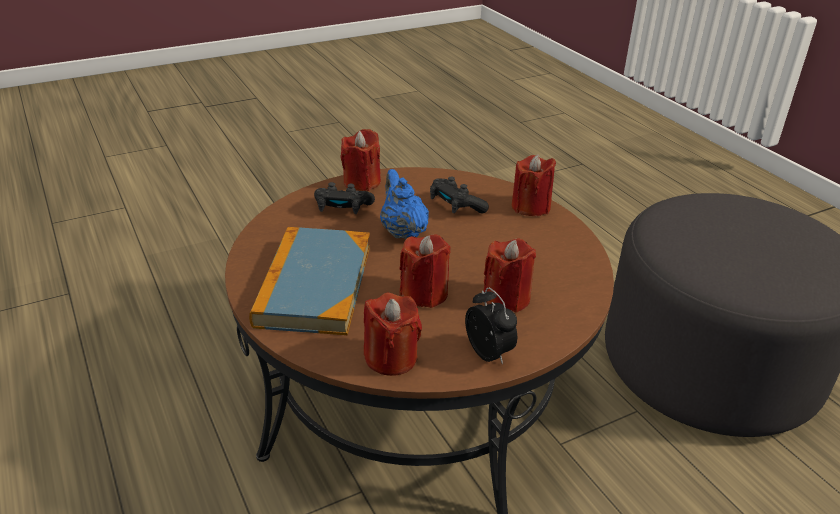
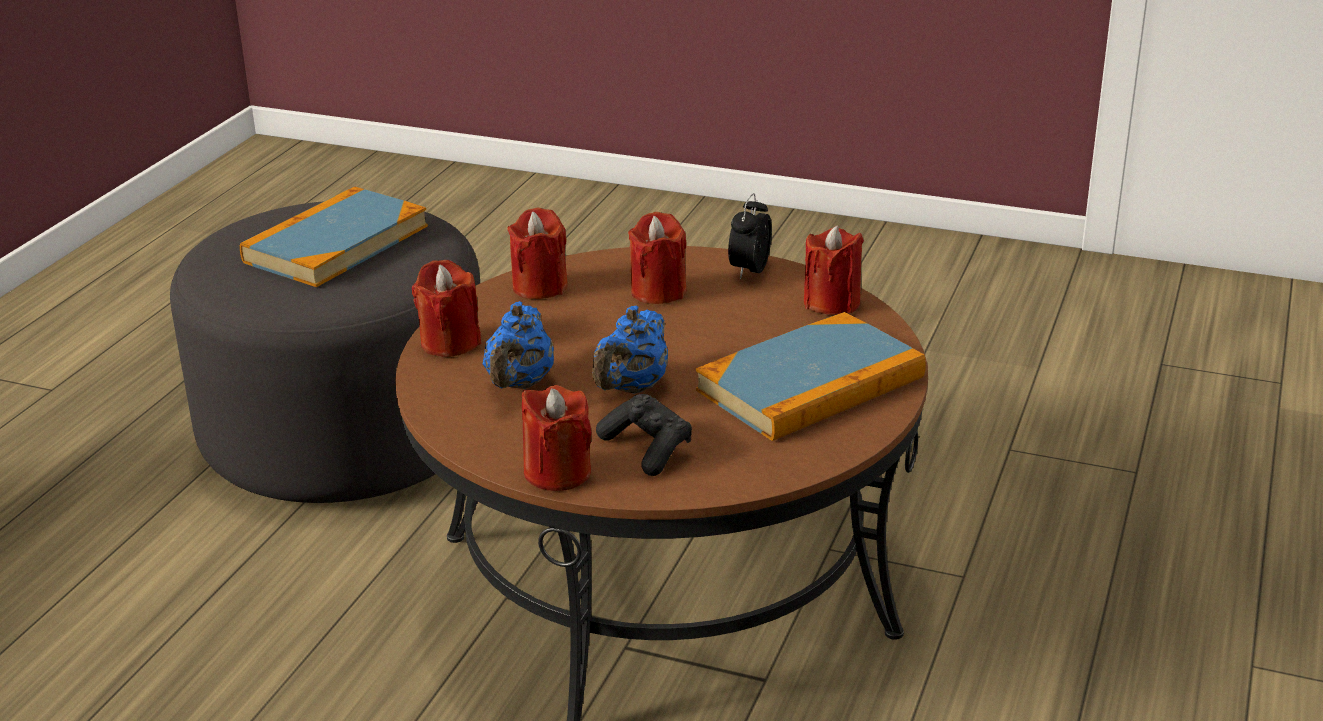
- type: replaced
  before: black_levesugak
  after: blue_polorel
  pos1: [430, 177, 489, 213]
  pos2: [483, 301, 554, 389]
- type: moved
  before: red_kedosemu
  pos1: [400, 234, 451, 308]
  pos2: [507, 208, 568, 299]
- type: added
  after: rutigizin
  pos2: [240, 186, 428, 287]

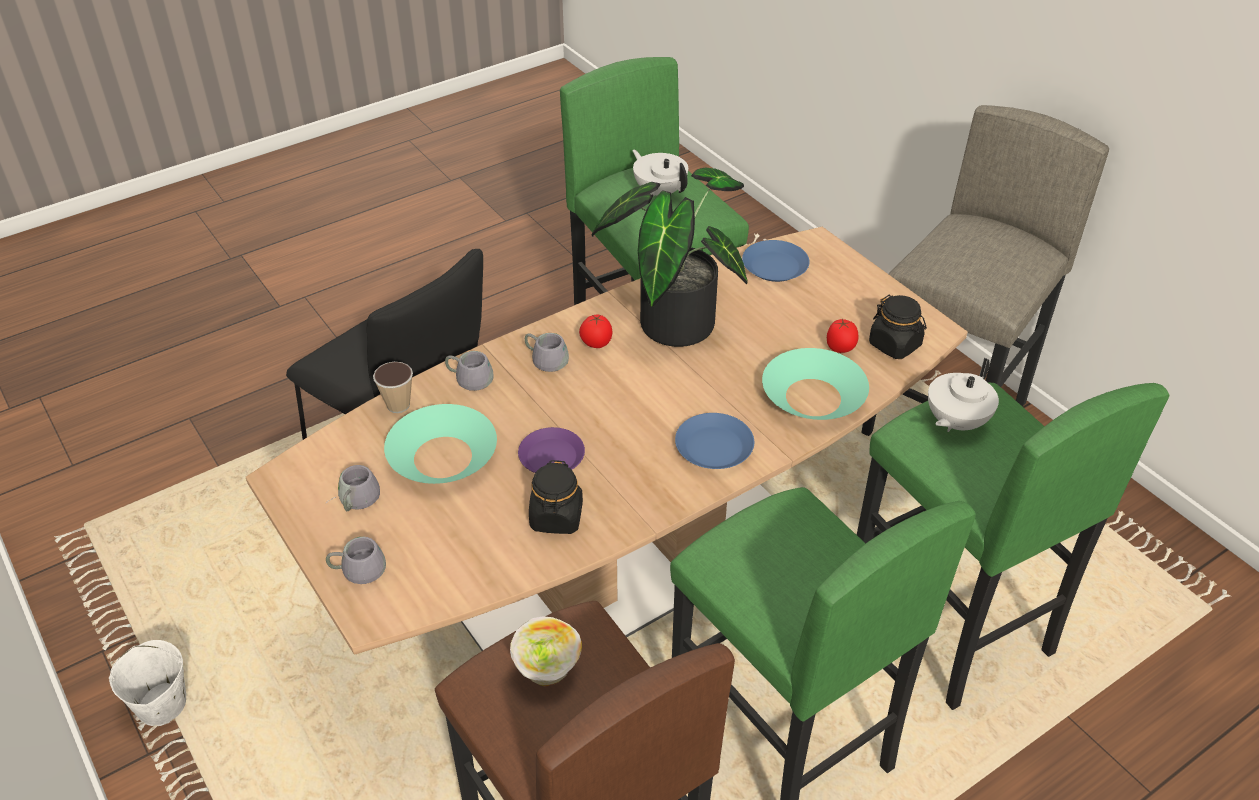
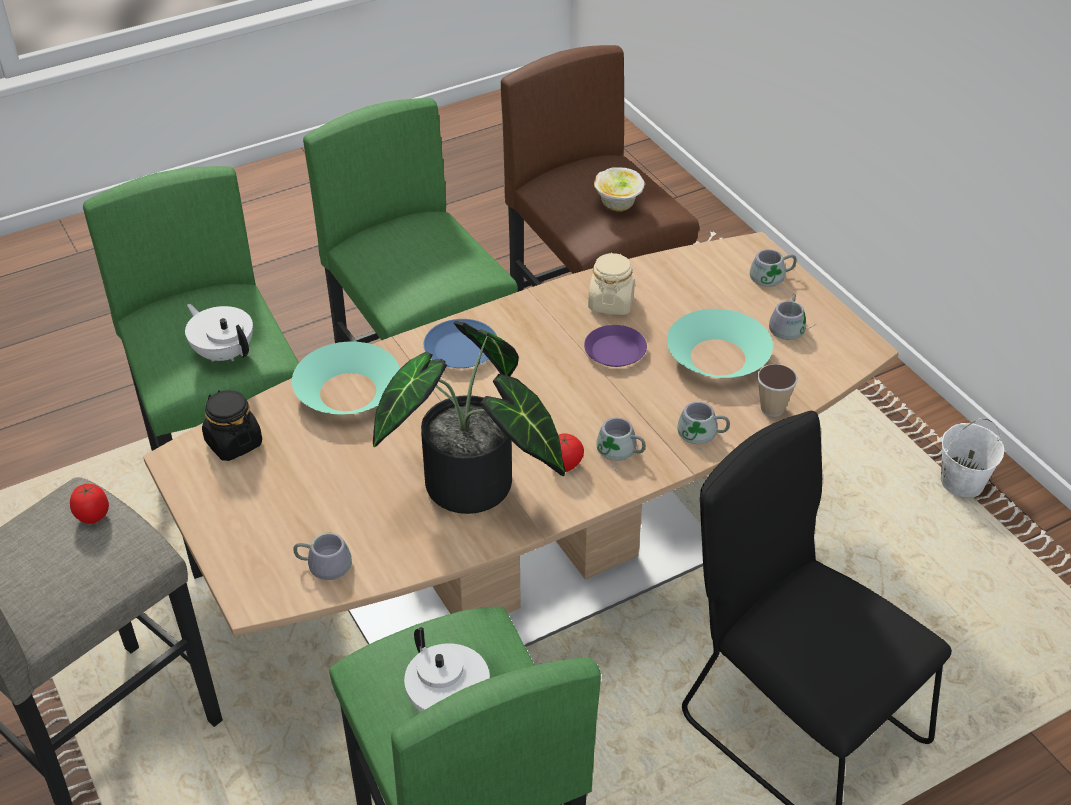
- type: replaced
  before: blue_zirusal
  after: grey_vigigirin
  pos1: [742, 240, 810, 282]
  pos2: [293, 533, 352, 580]
- type: moved
  before: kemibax
  pos1: [827, 319, 858, 353]
  pos2: [70, 484, 109, 524]
- type: turned
  before: white_polorel
  pos1: [928, 358, 999, 432]
  pos2: [185, 304, 253, 362]
  turn: -90
- type: recoloured
  before: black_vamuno
  after: beige_vamuno
  pos1: [529, 460, 583, 534]
  pos2: [588, 252, 635, 315]

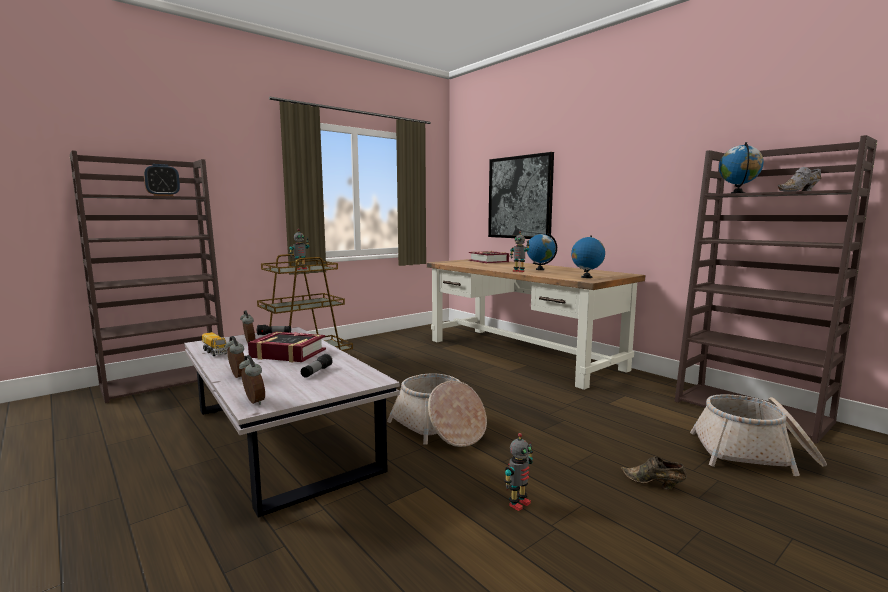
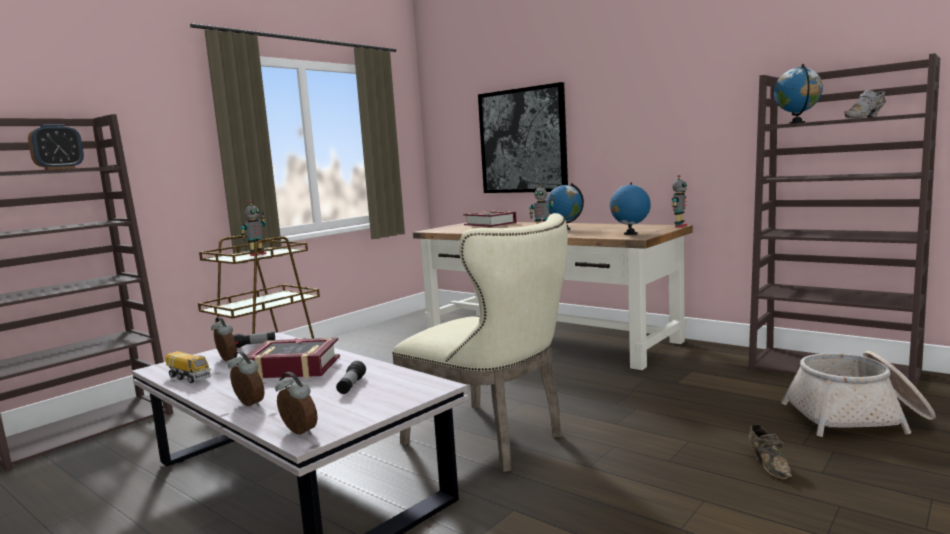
- type: replaced
  before: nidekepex
  after: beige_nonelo
  pos1: [387, 374, 487, 447]
  pos2: [392, 213, 568, 472]
- type: moved
  before: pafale
  pos1: [504, 433, 533, 511]
  pos2: [672, 175, 687, 227]
- type: turned
  before: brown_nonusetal
  pos1: [621, 456, 687, 490]
  pos2: [748, 424, 792, 480]
  turn: -120

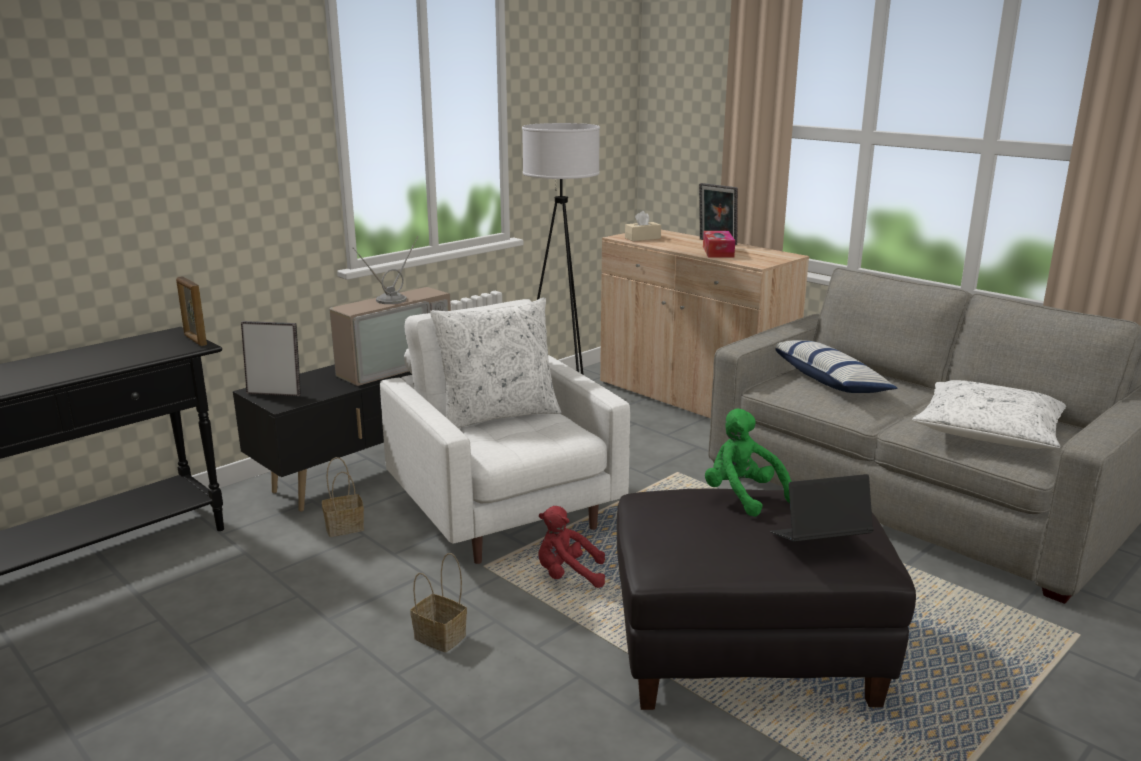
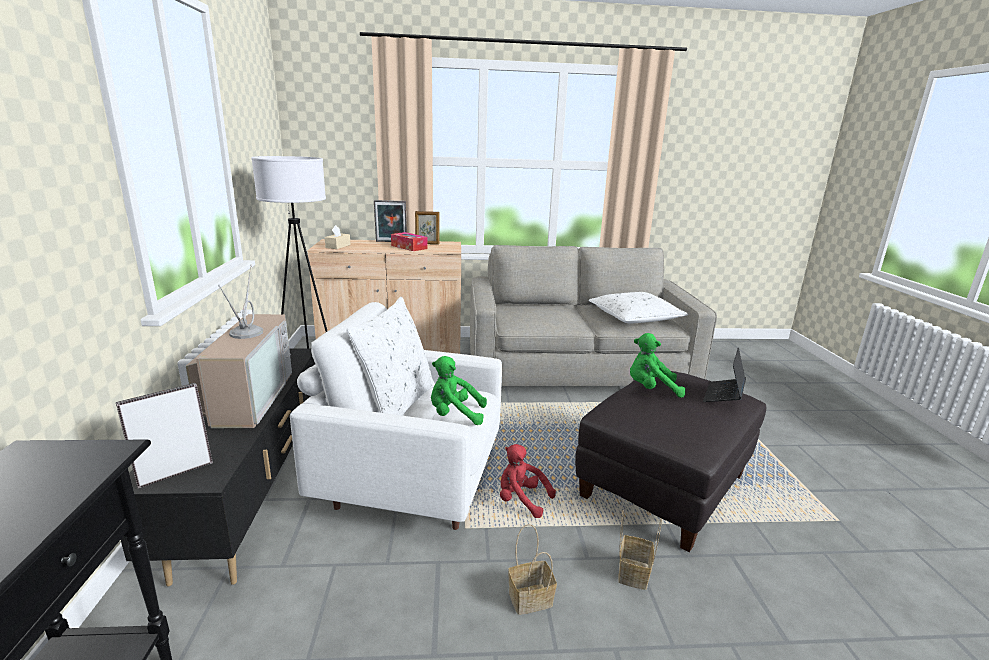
- type: moved
  before: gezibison
  pos1: [176, 276, 207, 346]
  pos2: [415, 211, 440, 245]
- type: removed
  before: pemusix
  pos1: [775, 340, 897, 393]
- type: moved
  before: nidekepex
  pos1: [322, 457, 364, 537]
  pos2: [618, 509, 662, 590]
- type: turned
  before: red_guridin
  pos1: [538, 506, 605, 588]
  pos2: [500, 444, 556, 518]
  turn: 75
- type: added
  after: green_guridin
  pos2: [431, 356, 487, 425]

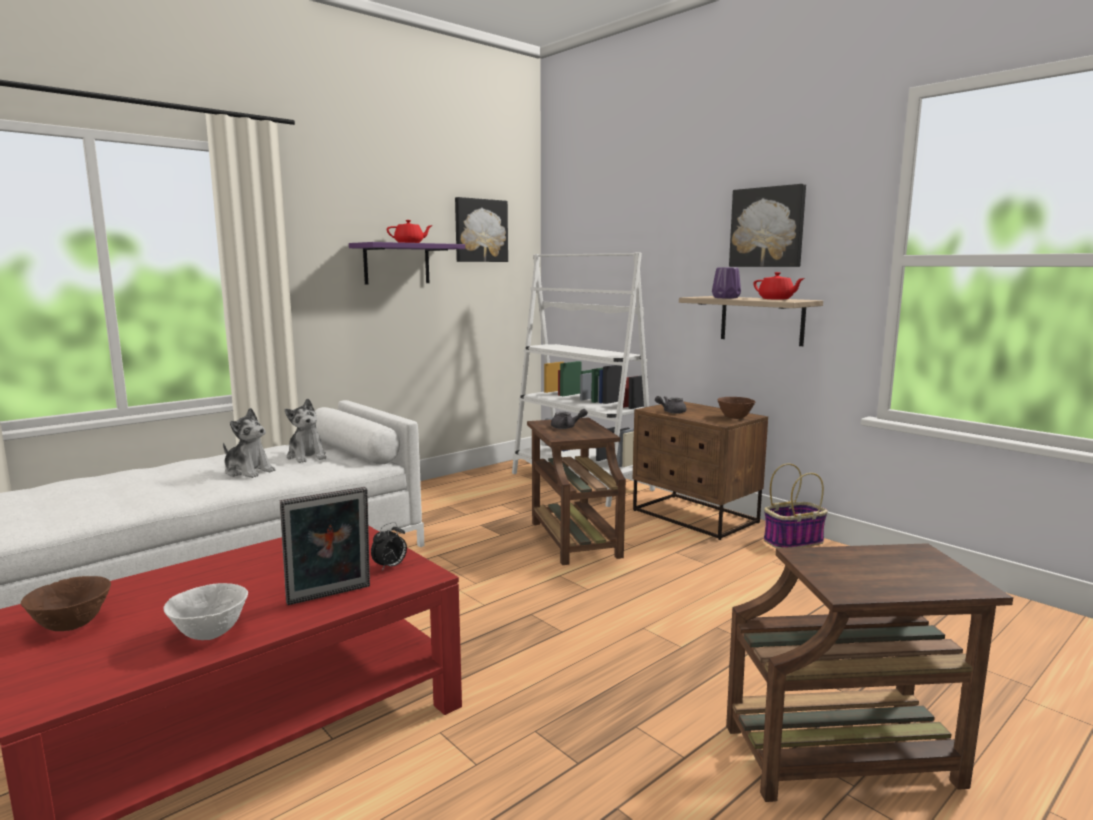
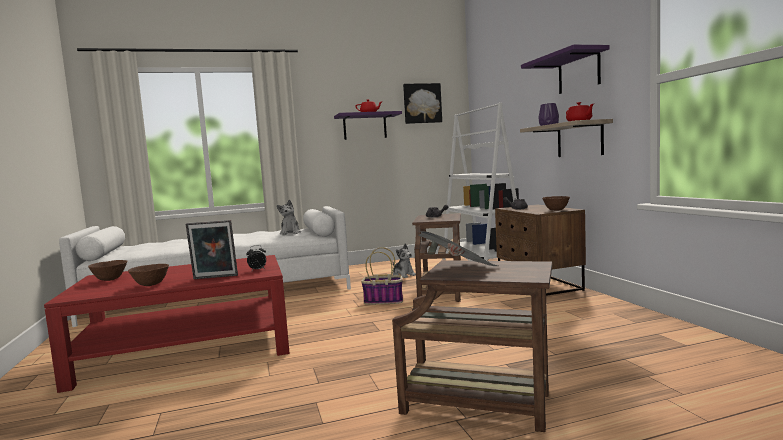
- type: replaced
  before: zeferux
  after: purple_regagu
  pos1: [729, 184, 806, 267]
  pos2: [521, 45, 610, 94]
- type: moved
  before: guridin
  pos1: [223, 408, 275, 478]
  pos2: [392, 244, 416, 278]
- type: moved
  before: nidekepex
  pos1: [764, 463, 828, 548]
  pos2: [361, 247, 403, 305]
- type: recoloured
  before: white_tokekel
  after: brown_tokekel
  pos1: [163, 583, 248, 640]
  pos2: [128, 264, 169, 286]
- type: added
  after: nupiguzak
  pos2: [418, 231, 498, 266]

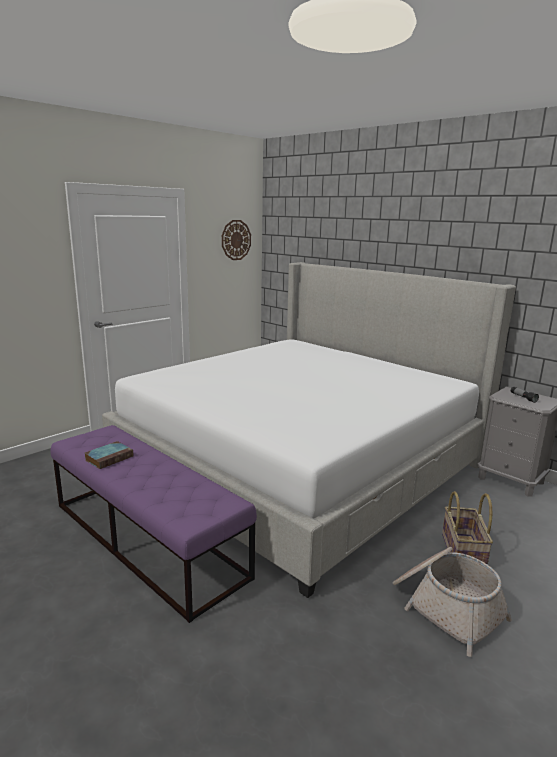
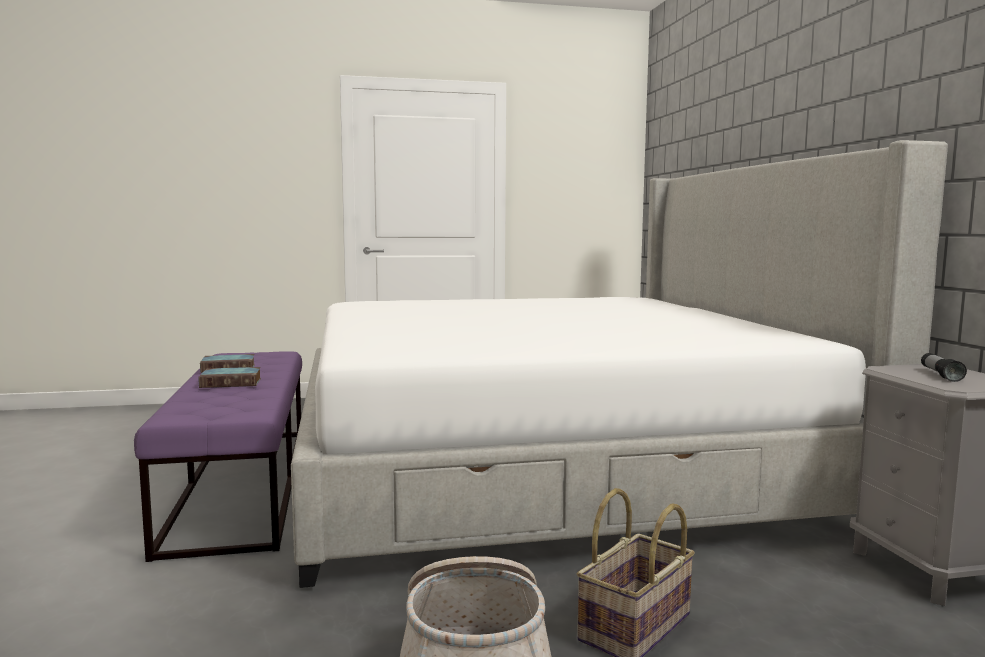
- type: removed
  before: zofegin
  pos1: [222, 220, 251, 260]
- type: added
  after: rutigizin
  pos2: [198, 367, 261, 388]

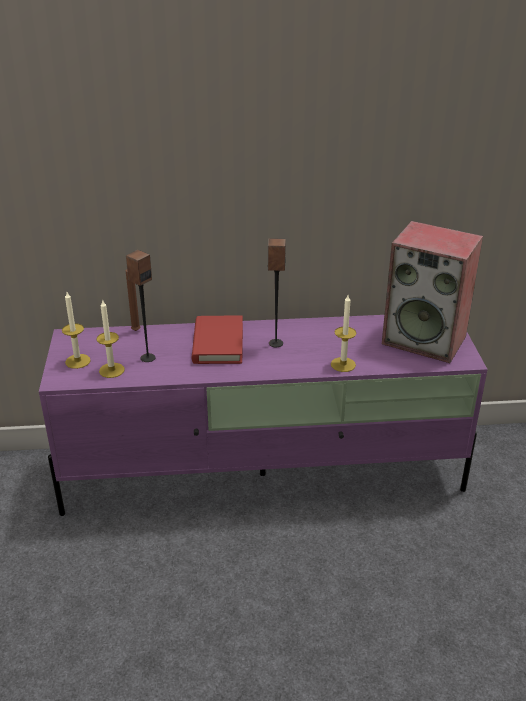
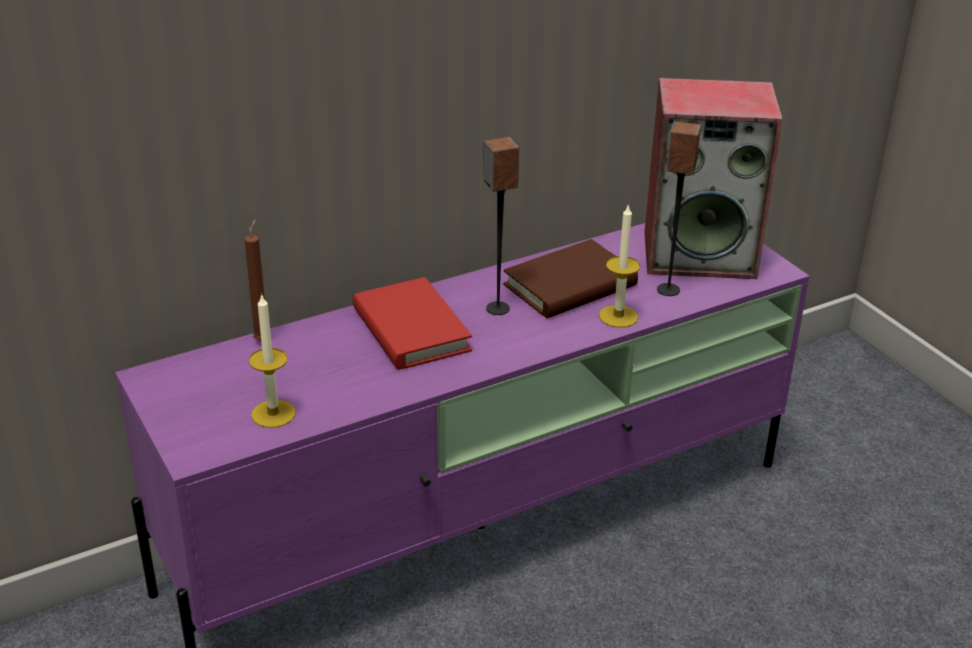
- type: moved
  before: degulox
  pos1: [126, 250, 156, 362]
  pos2: [657, 121, 701, 296]
- type: removed
  before: kedosemu
  pos1: [62, 292, 91, 369]
- type: added
  after: brown_rutigizin
  pos2: [503, 239, 638, 318]

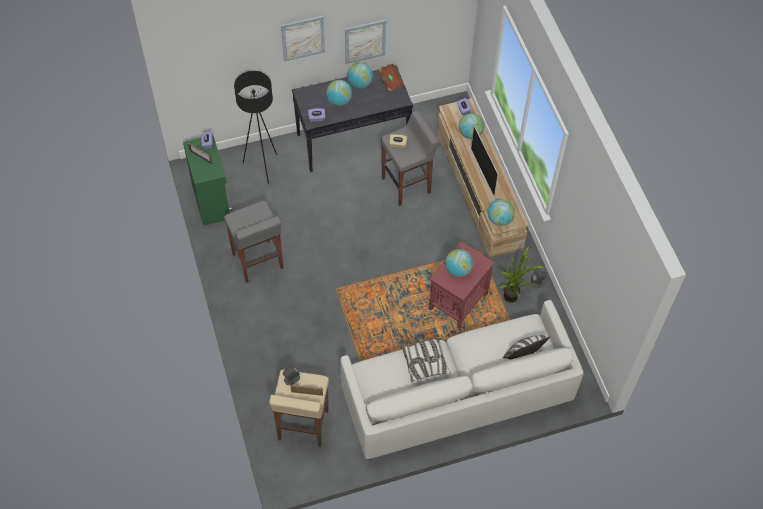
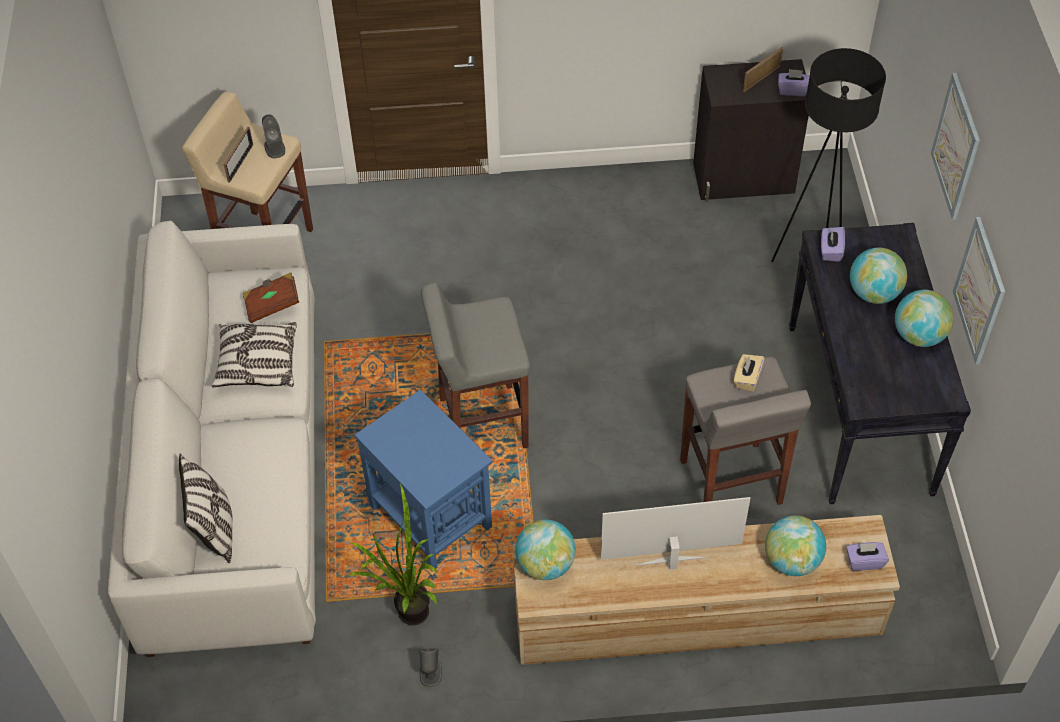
- type: moved
  before: brown_rutigizin
  pos1: [378, 64, 404, 92]
  pos2: [243, 272, 299, 323]
- type: recoloured
  before: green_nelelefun
  after: black_nelelefun
  pos1: [183, 135, 233, 226]
  pos2: [693, 59, 809, 202]
- type: moved
  before: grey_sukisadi
  pos1: [224, 201, 283, 283]
  pos2: [421, 283, 530, 448]
- type: recoloured
  before: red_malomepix
  after: blue_malomepix
  pos1: [429, 241, 495, 329]
  pos2: [355, 390, 493, 571]
- type: removed
  before: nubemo
  pos1: [445, 249, 473, 277]

